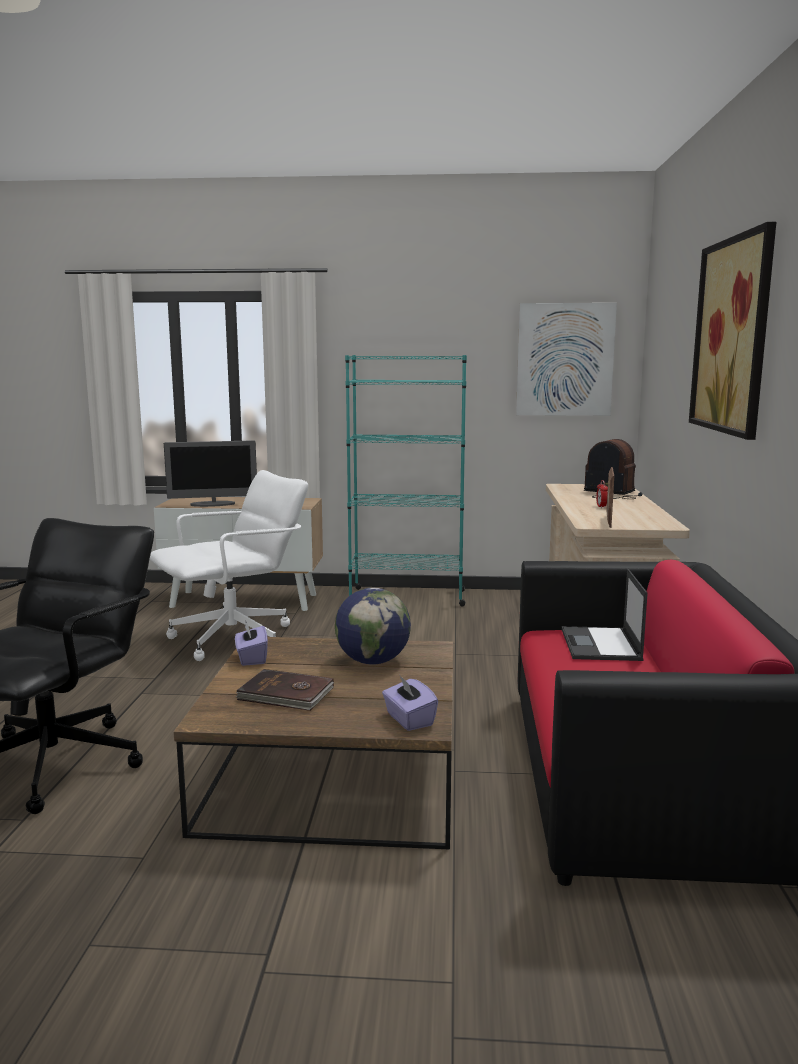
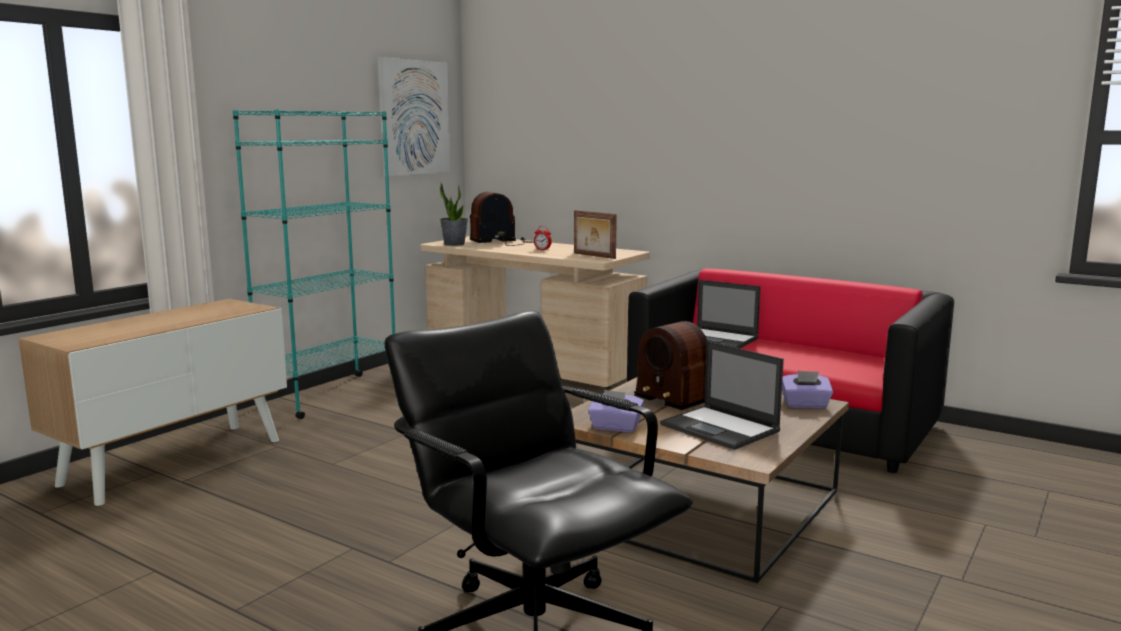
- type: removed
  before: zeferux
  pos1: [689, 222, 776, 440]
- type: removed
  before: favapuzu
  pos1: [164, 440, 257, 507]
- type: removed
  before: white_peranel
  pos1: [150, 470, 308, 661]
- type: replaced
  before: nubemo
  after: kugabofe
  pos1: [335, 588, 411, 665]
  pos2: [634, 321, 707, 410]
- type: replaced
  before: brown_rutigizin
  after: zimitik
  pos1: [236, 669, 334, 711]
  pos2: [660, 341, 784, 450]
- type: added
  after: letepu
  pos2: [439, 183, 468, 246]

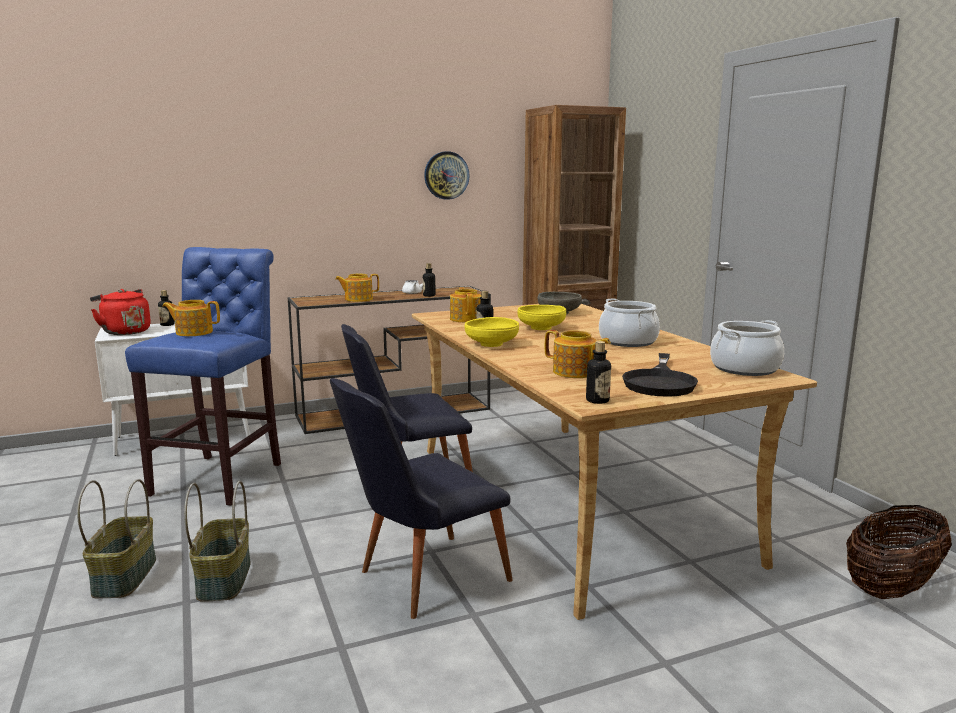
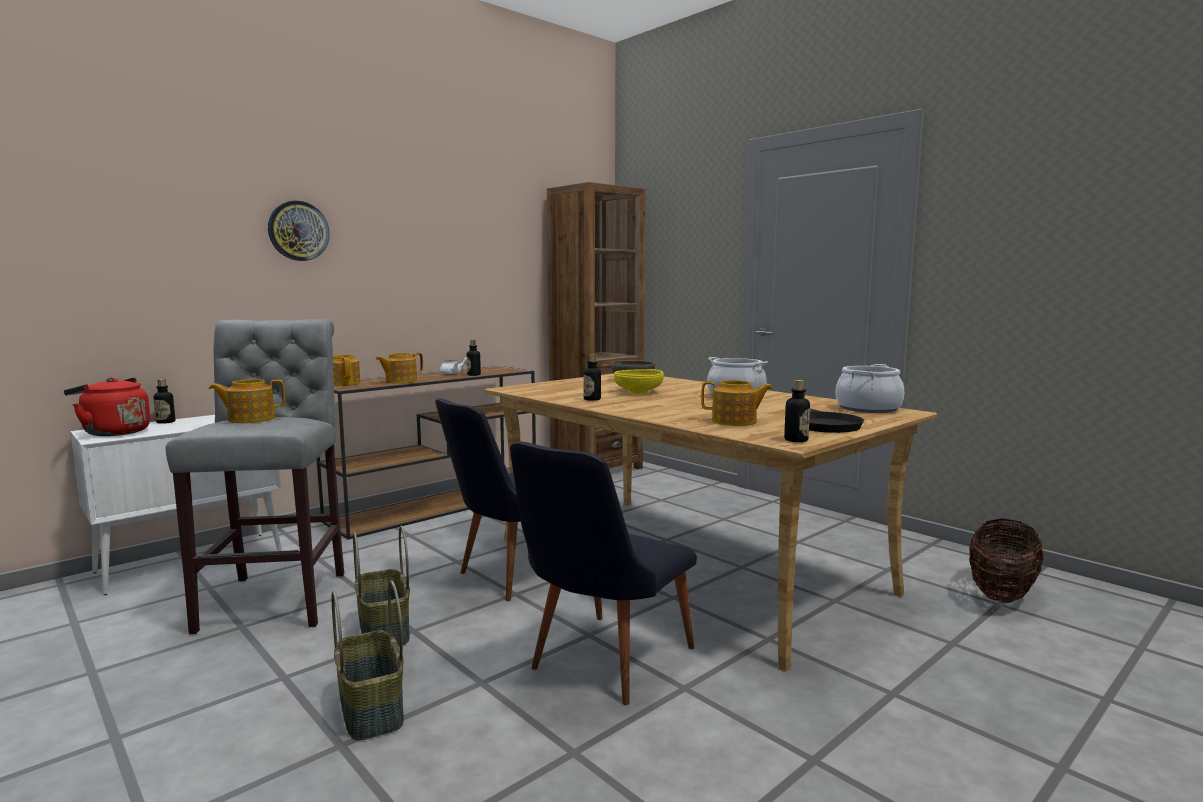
- type: moved
  before: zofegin
  pos1: [424, 151, 470, 200]
  pos2: [268, 201, 330, 261]
- type: recoloured
  before: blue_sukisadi
  after: grey_sukisadi
  pos1: [125, 247, 281, 506]
  pos2: [166, 319, 344, 634]
- type: moved
  before: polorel
  pos1: [450, 287, 482, 322]
  pos2: [333, 354, 360, 386]
- type: removed
  before: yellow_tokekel
  pos1: [465, 317, 519, 347]
- type: moved
  before: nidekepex
  pos1: [77, 479, 156, 599]
  pos2: [353, 526, 410, 647]

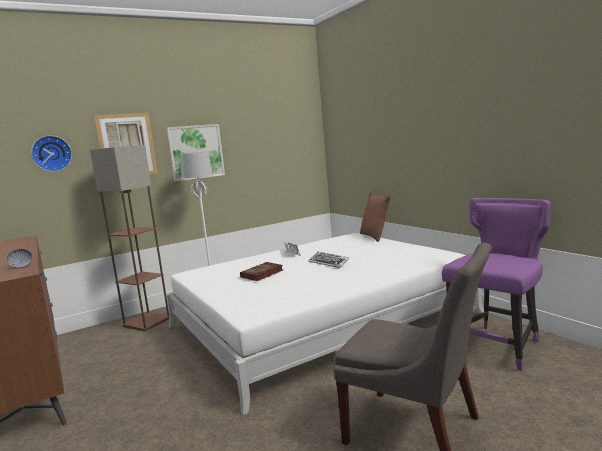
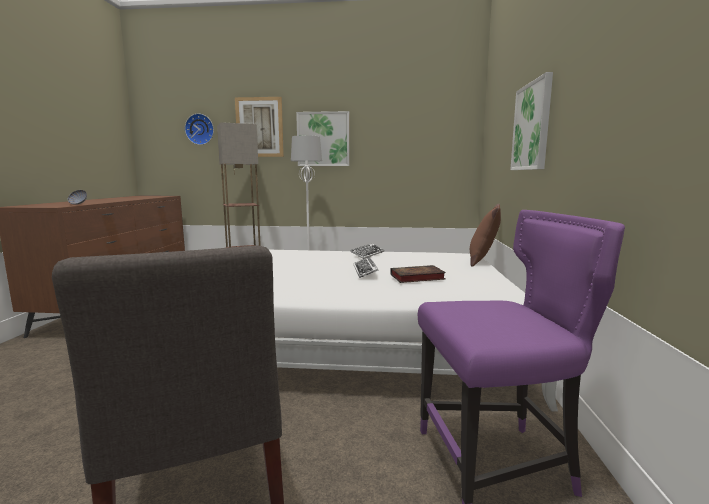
- type: moved
  before: rutigizin
  pos1: [240, 262, 283, 281]
  pos2: [390, 265, 446, 283]
- type: added
  after: zeferux
  pos2: [510, 72, 553, 170]

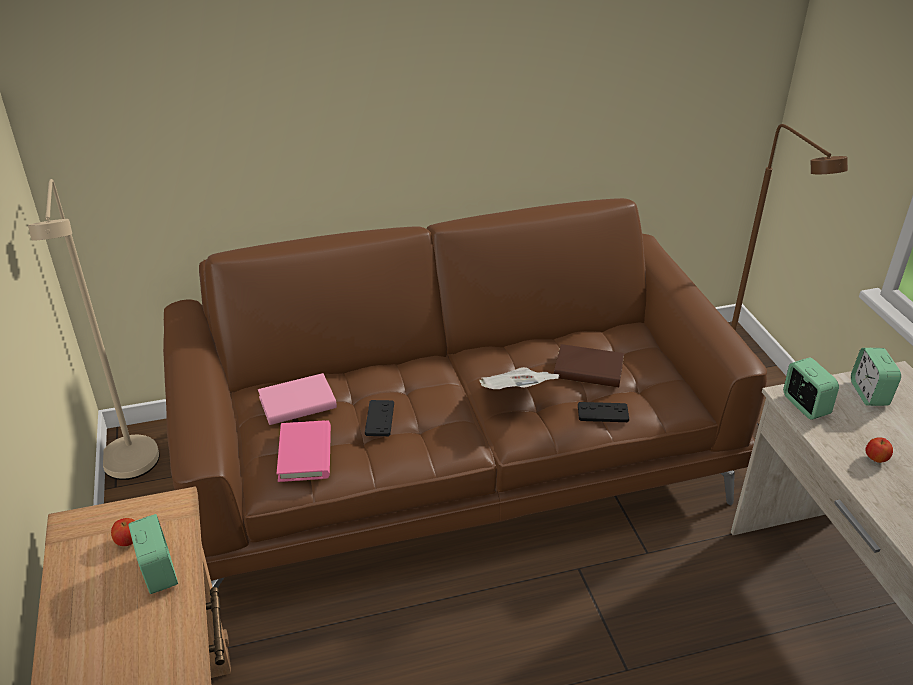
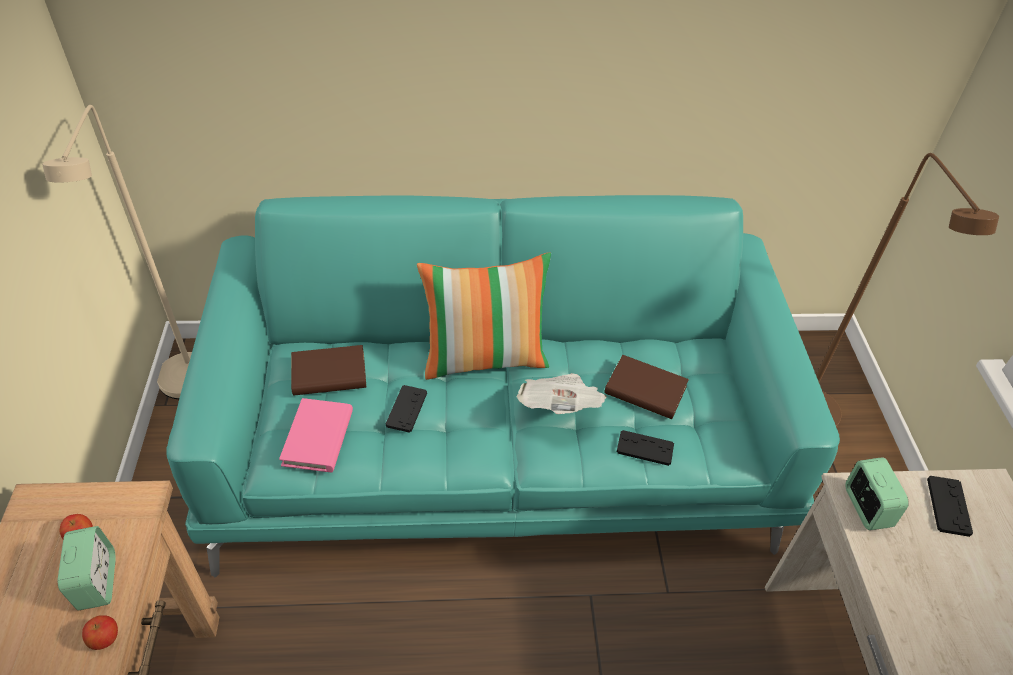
- type: recoloured
  before: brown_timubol
  after: turquoise_timubol
  pos1: [163, 198, 767, 588]
  pos2: [166, 195, 840, 578]
- type: replaced
  before: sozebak
  after: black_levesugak
  pos1: [851, 348, 901, 406]
  pos2: [927, 476, 973, 537]
- type: recoloured
  before: pink_rutigizin
  after: brown_rutigizin
  pos1: [258, 373, 337, 425]
  pos2: [291, 345, 366, 396]
- type: moved
  before: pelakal
  pos1: [865, 437, 893, 463]
  pos2: [82, 615, 118, 650]
- type: added
  after: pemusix
  pos2: [417, 252, 551, 380]

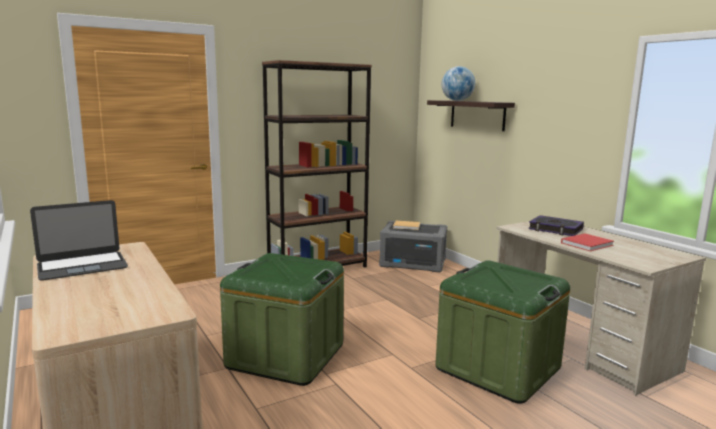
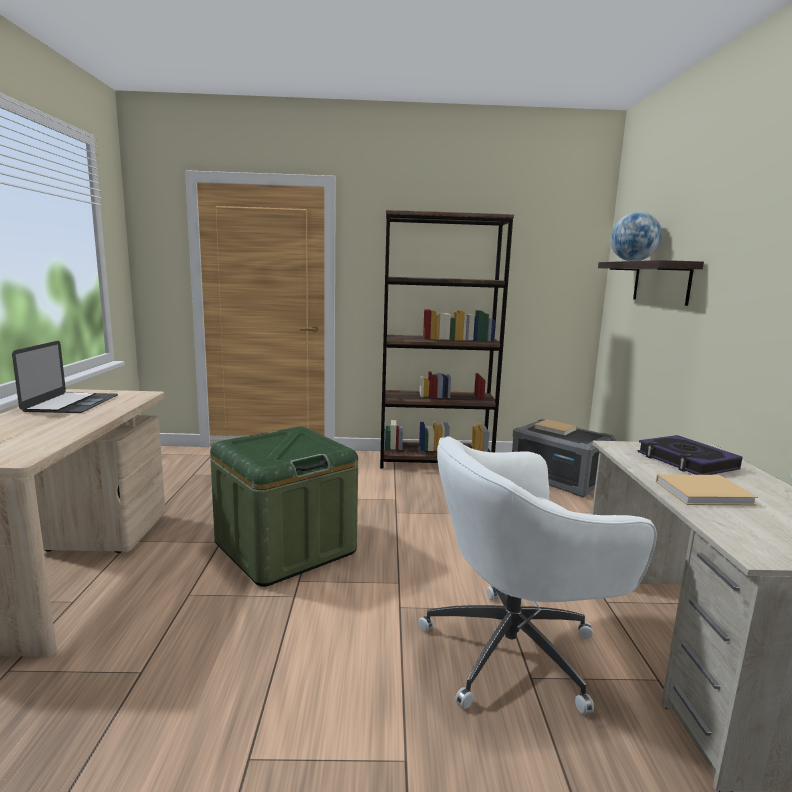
- type: turned
  before: zimitik
  pos1: [30, 200, 128, 281]
  pos2: [12, 341, 118, 413]
  turn: -90
- type: recoloured
  before: red_rutigizin
  after: beige_rutigizin
  pos1: [561, 233, 614, 251]
  pos2: [656, 474, 758, 505]
- type: replaced
  before: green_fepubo
  after: white_peranel
  pos1: [436, 260, 570, 404]
  pos2: [418, 436, 657, 714]

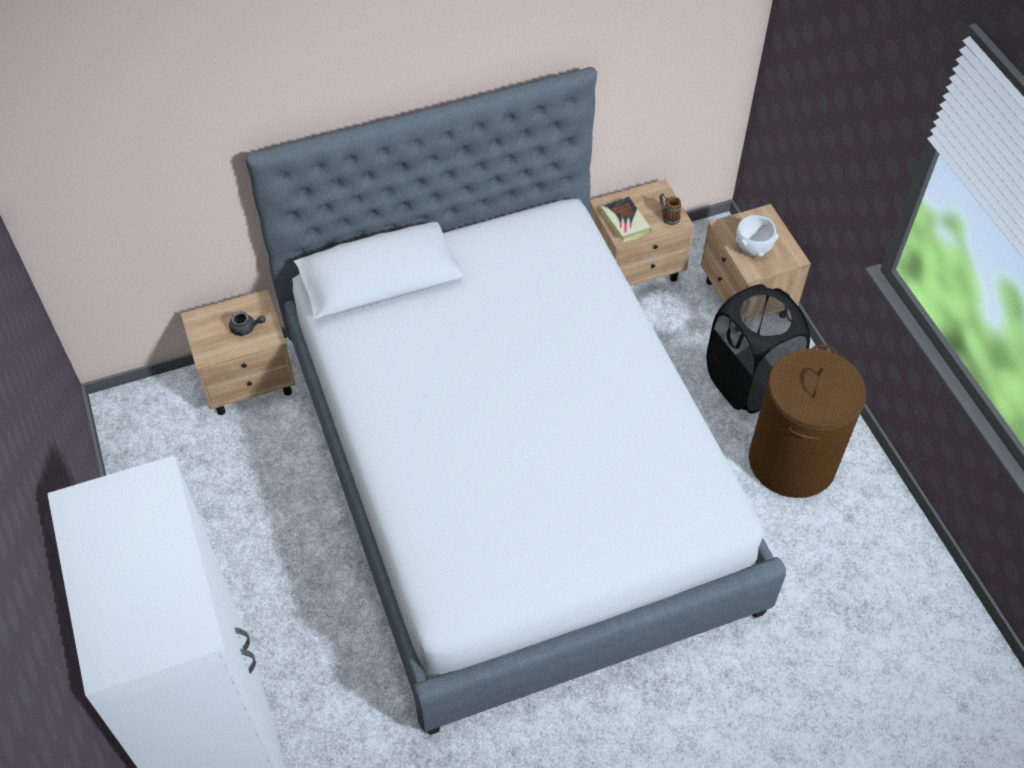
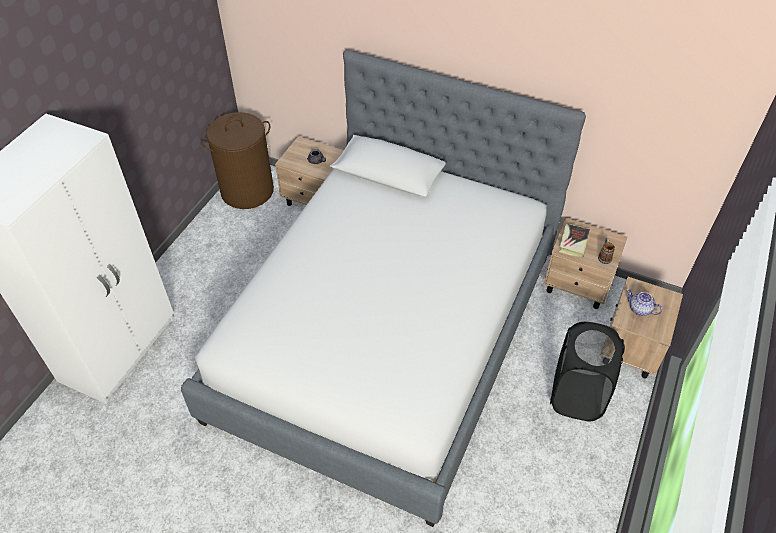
- type: replaced
  before: white_tokekel
  after: polorel
  pos1: [736, 215, 779, 257]
  pos2: [626, 289, 662, 316]
- type: moved
  before: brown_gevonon
  pos1: [749, 344, 866, 498]
  pos2: [201, 112, 274, 209]

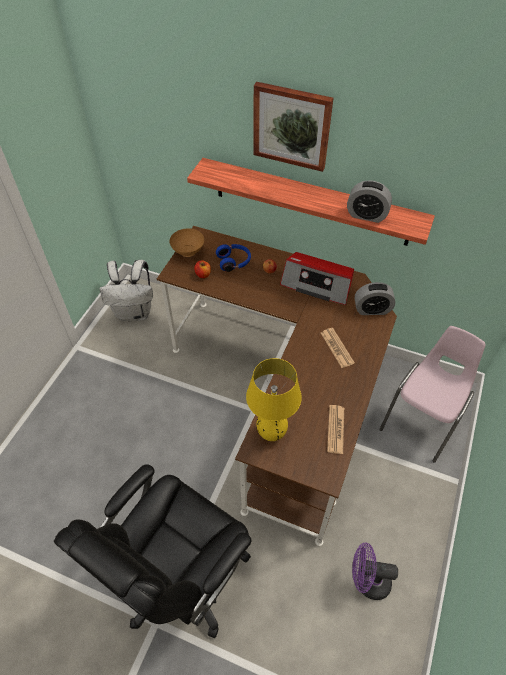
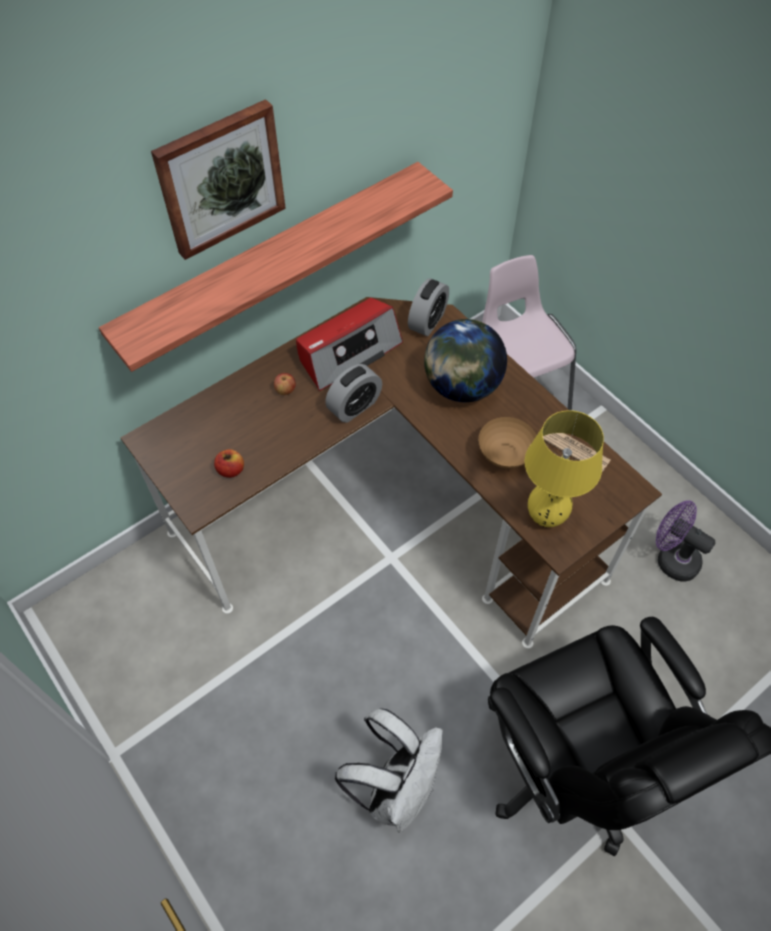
- type: moved
  before: sozebak
  pos1: [347, 180, 392, 223]
  pos2: [325, 364, 382, 423]
- type: moved
  before: brown_tokekel
  pos1: [169, 229, 204, 257]
  pos2: [478, 417, 536, 468]
- type: removed
  before: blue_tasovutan
  pos1: [216, 244, 251, 272]
- type: moved
  before: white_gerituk
  pos1: [100, 260, 153, 321]
  pos2: [335, 708, 443, 833]
- type: replaced
  before: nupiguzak
  after: nubemo
  pos1: [321, 328, 355, 368]
  pos2: [424, 319, 507, 402]
- type: turned
  before: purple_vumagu
  pos1: [352, 543, 398, 600]
  pos2: [656, 500, 716, 582]
  turn: 90

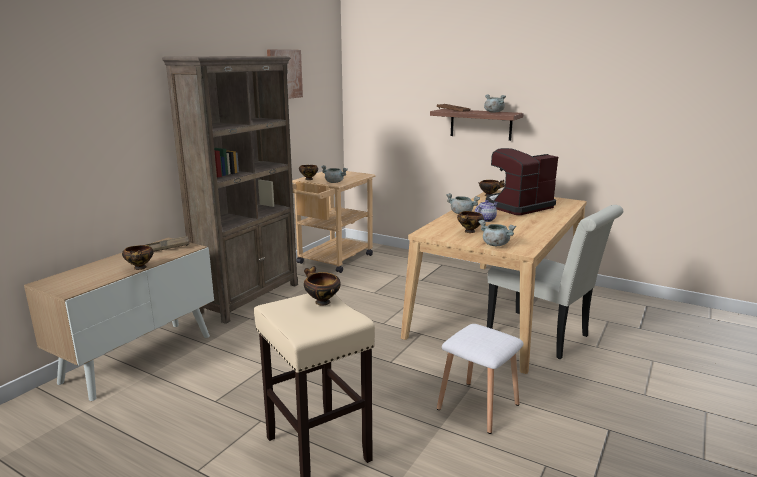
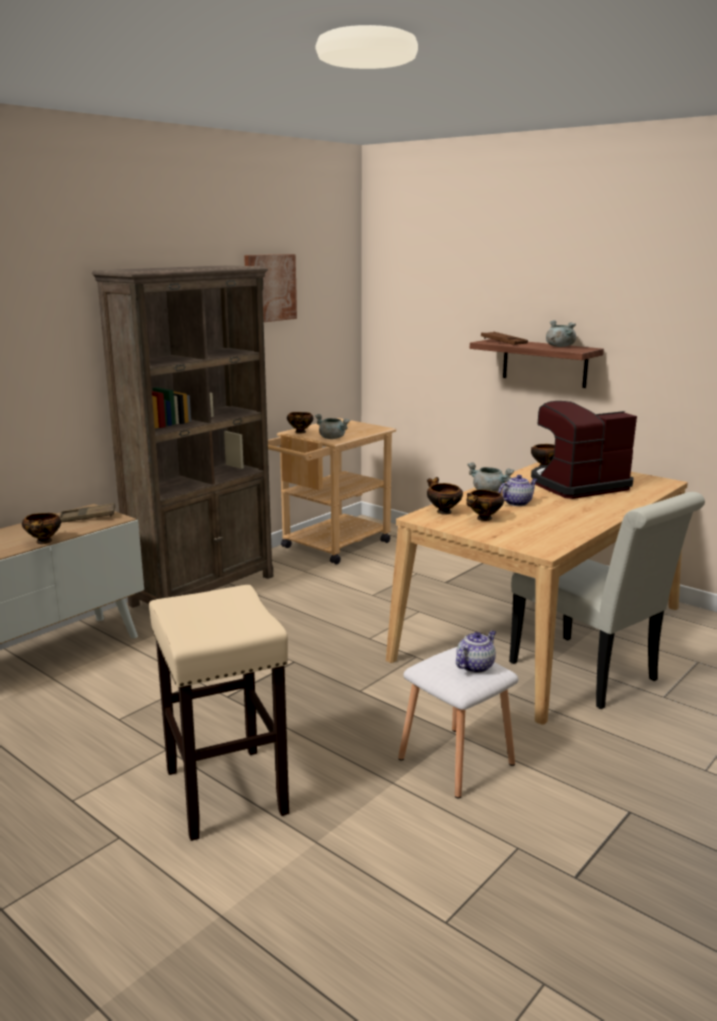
- type: removed
  before: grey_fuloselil
  pos1: [478, 220, 516, 246]
- type: moved
  before: tokekel
  pos1: [304, 266, 341, 306]
  pos2: [427, 477, 463, 515]
- type: added
  after: polorel
  pos2: [456, 631, 496, 673]

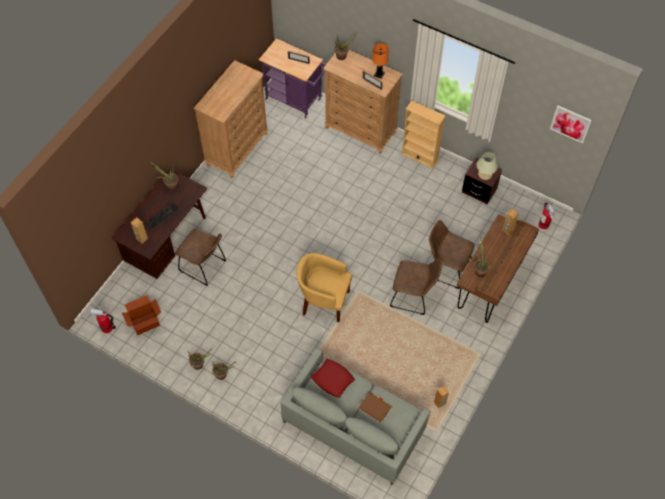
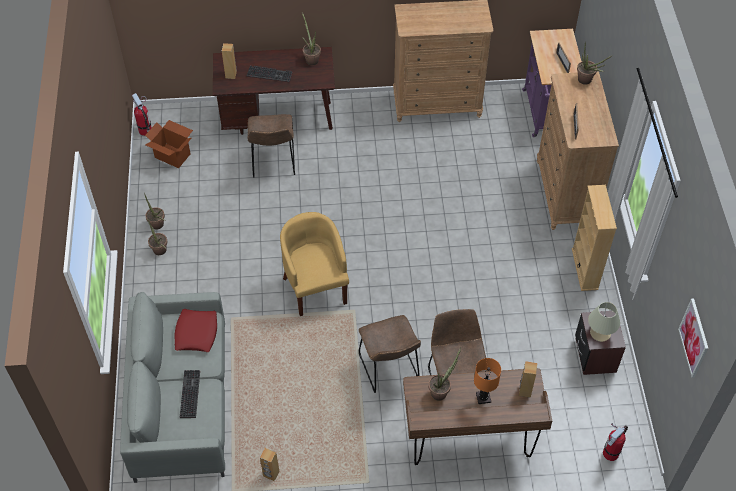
- type: moved
  before: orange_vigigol
  pos1: [372, 43, 389, 79]
  pos2: [474, 358, 501, 404]
- type: replaced
  before: brown_rutigizin
  after: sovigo
  pos1: [358, 392, 392, 423]
  pos2: [180, 370, 200, 418]

